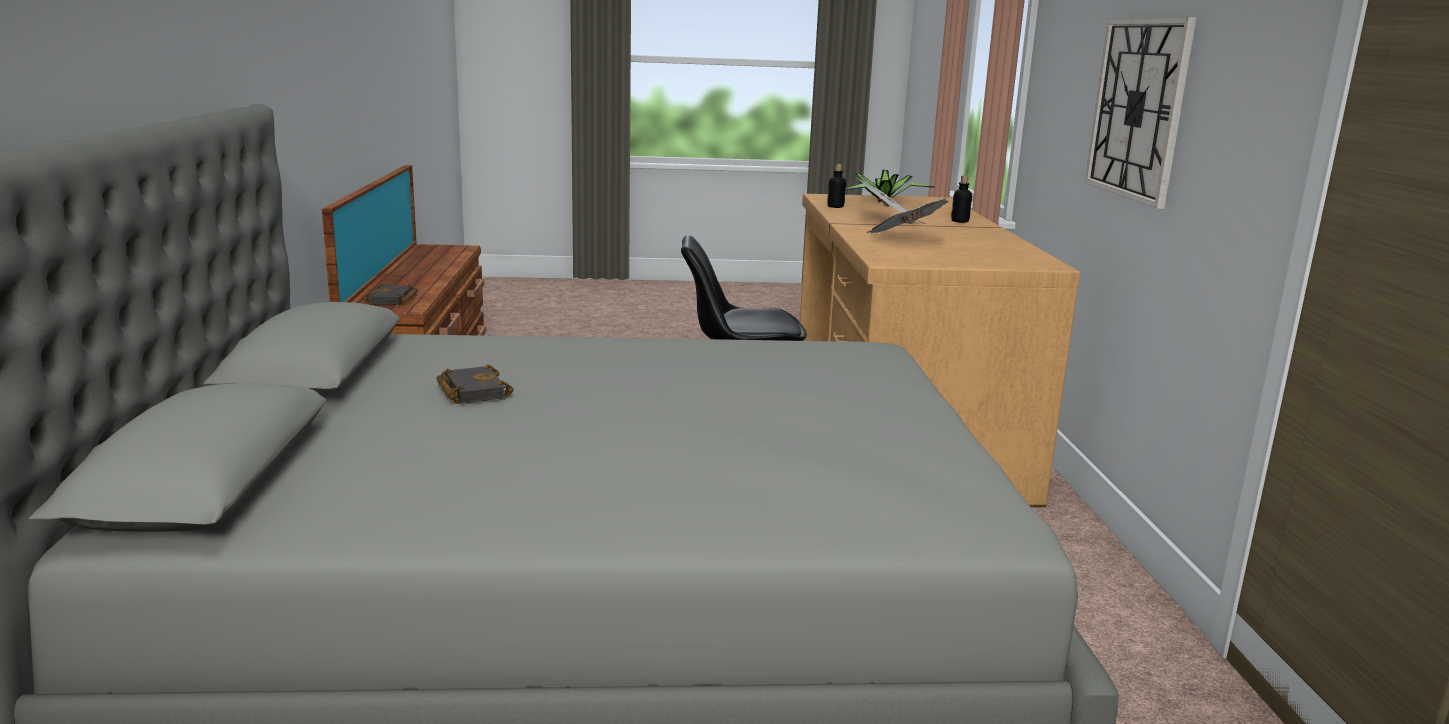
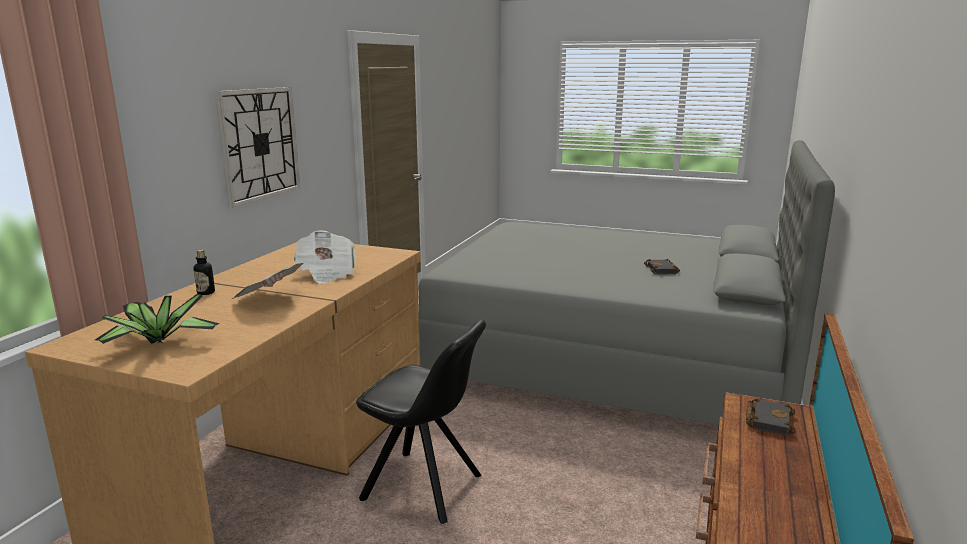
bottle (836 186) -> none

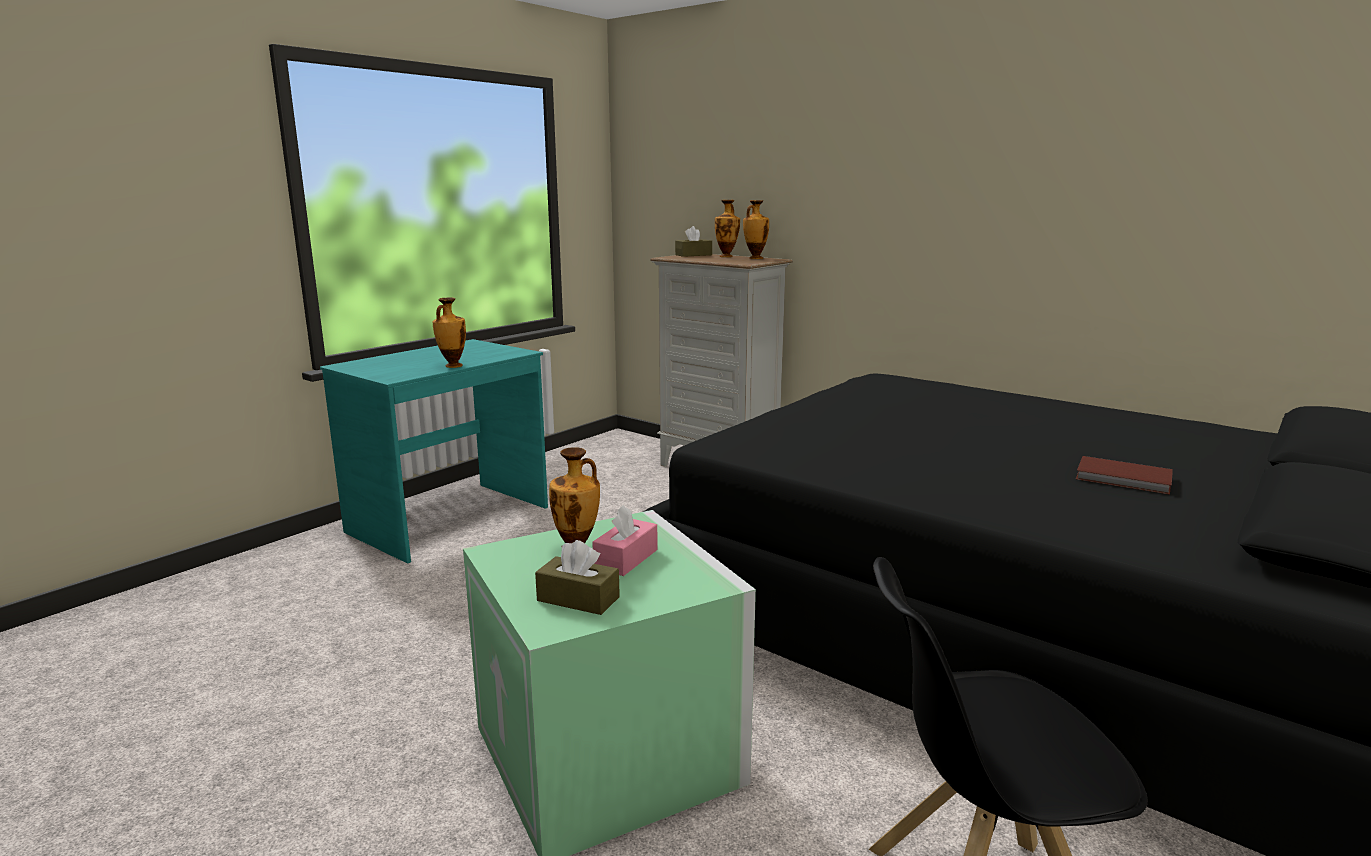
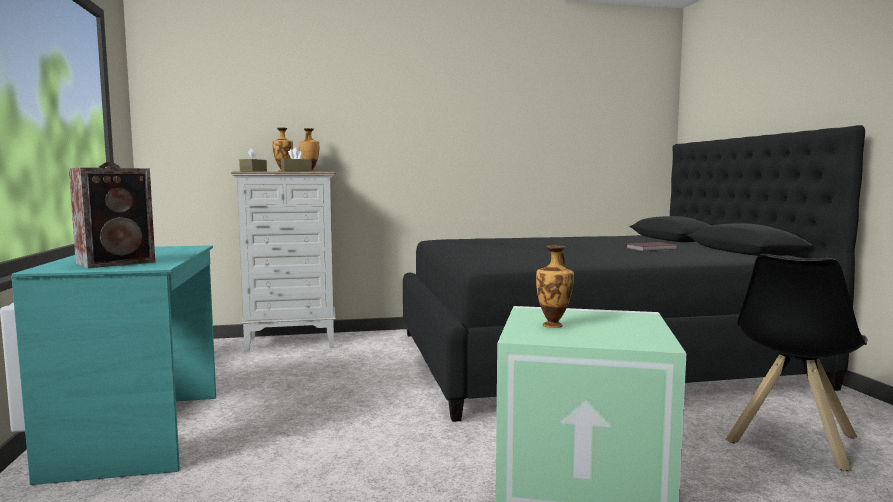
flower vase (449 333) -> none
box of tissues in brown (577 577) -> box of tissues in brown (296 159), moved
box of tissues in pink-coloured (625 540) -> none
none -> audio speaker (112 215)

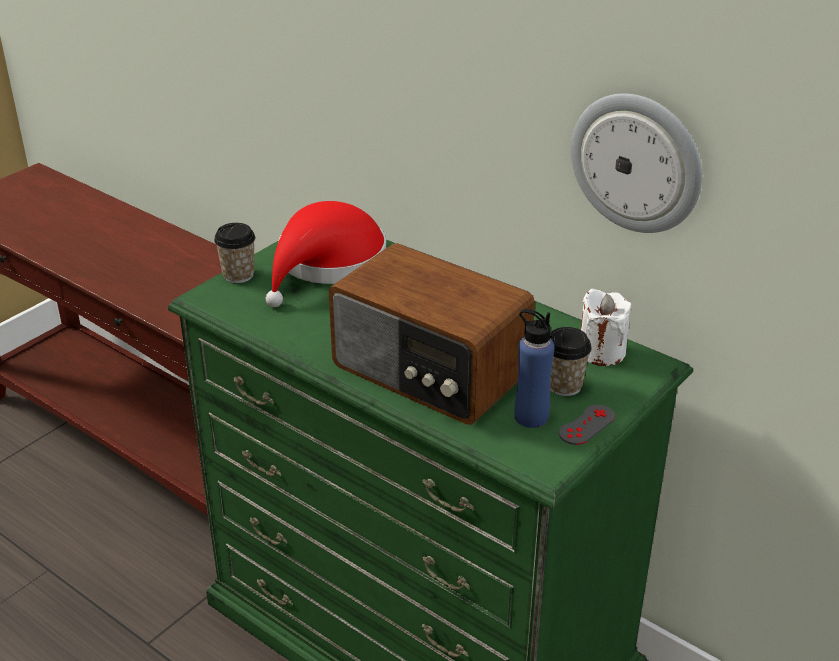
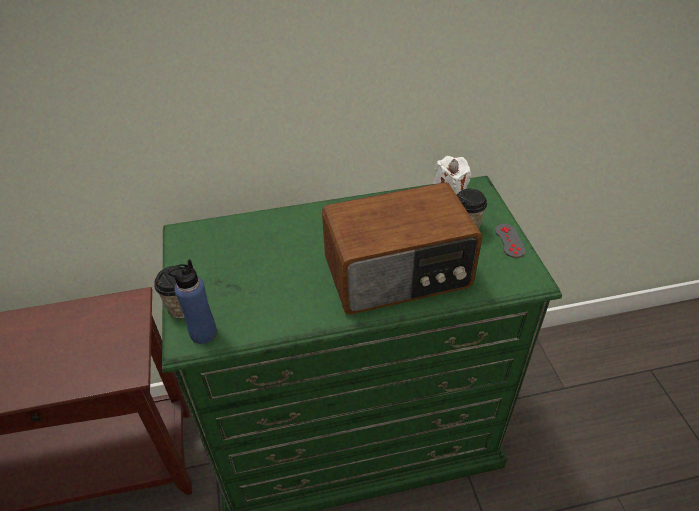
hat in red (326 254) -> none
bottle in blue (534 368) -> bottle in blue (192 301), moved
clock on the wall (636 163) -> none

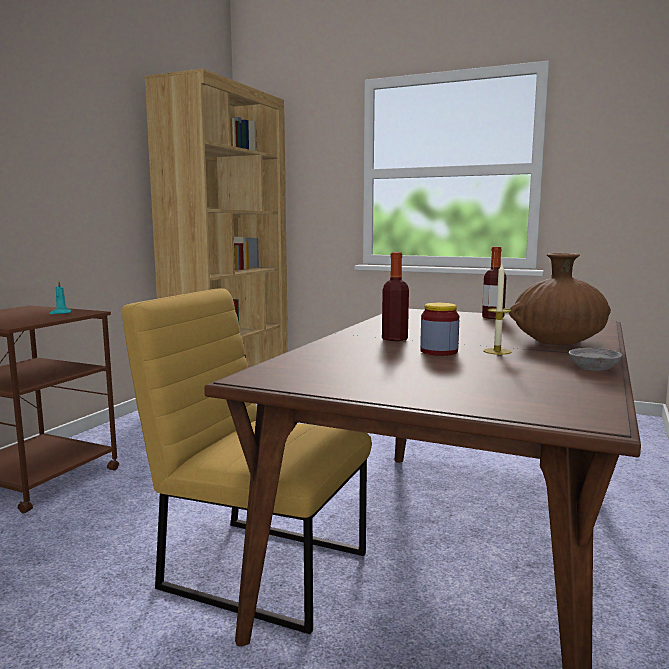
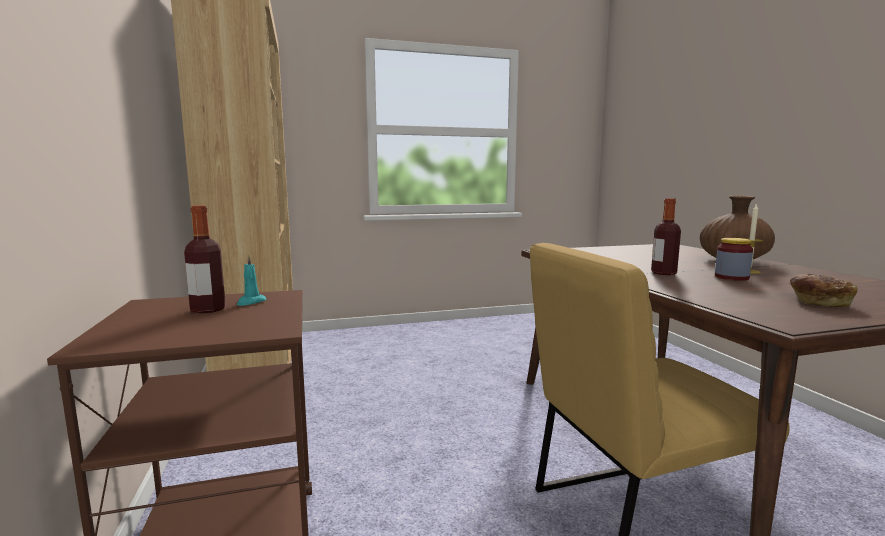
bottle (494 283) -> bottle (204 259), moved
serving bowl in grey (595 359) -> none
none -> bread (824 291)

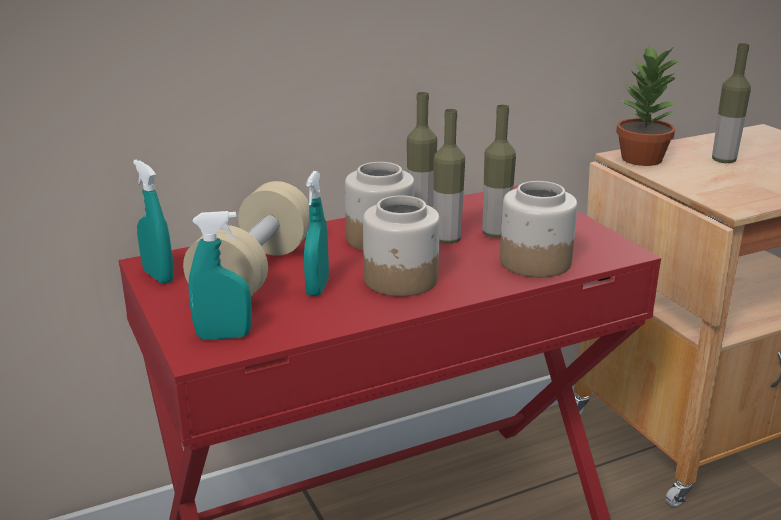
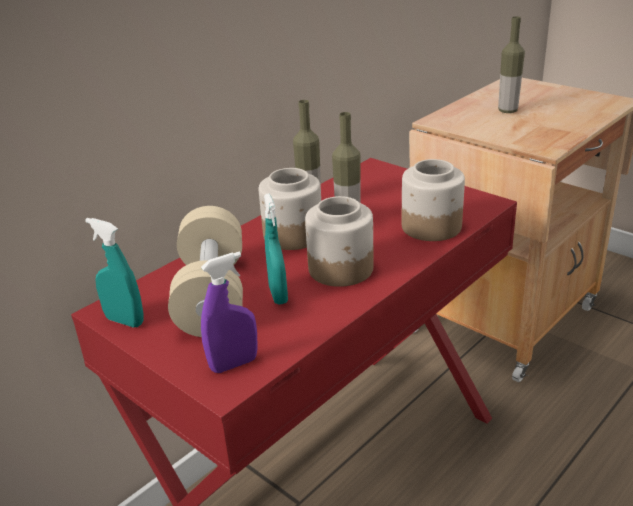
sprayer in turquoise-coloured (220 275) -> sprayer in purple (229 312)
bottle (499 171) -> none
plant in a pot (648 105) -> none

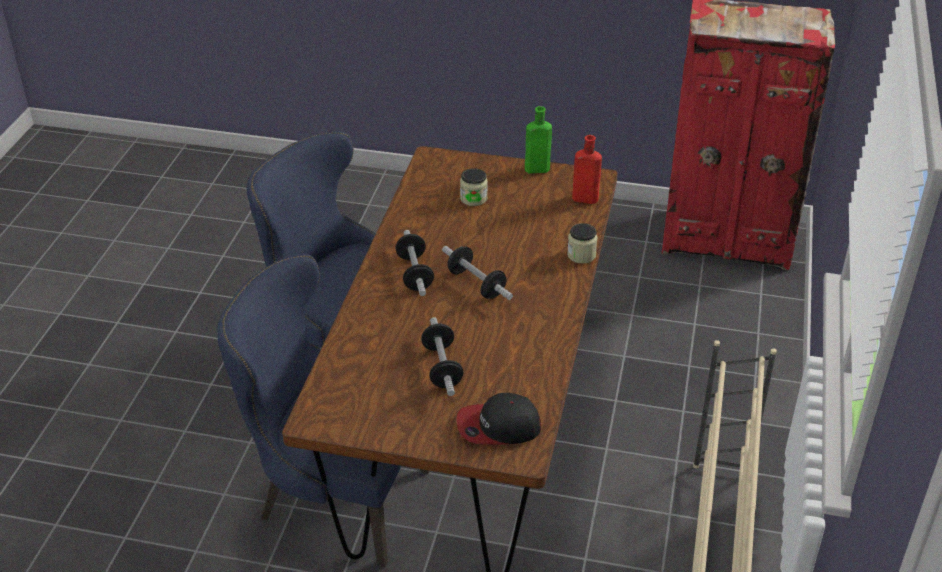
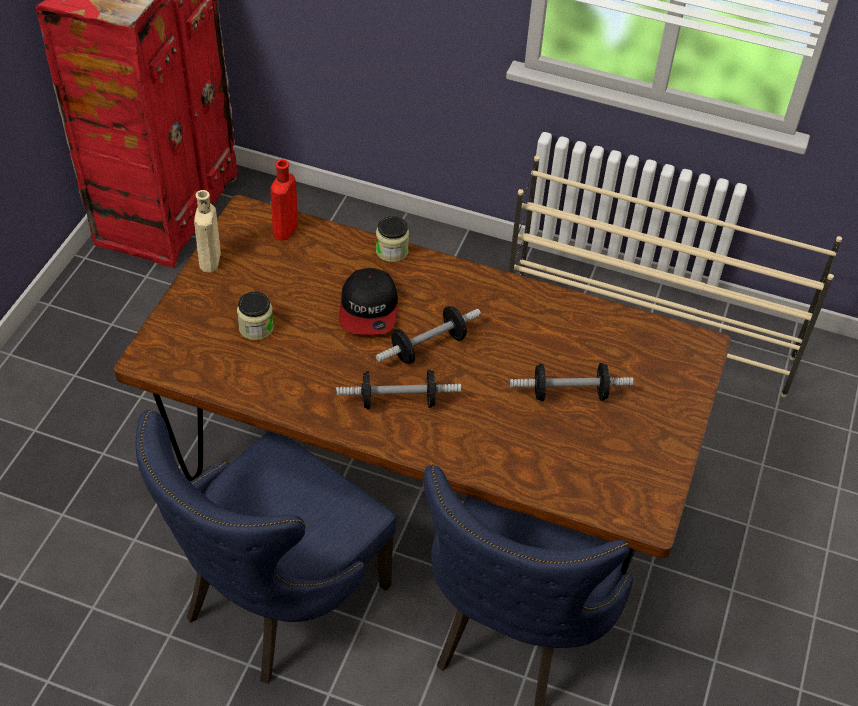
peaked cap (498 419) -> peaked cap (368 301), moved
bottle in green-coloured (538 139) -> bottle in beige (207 231)

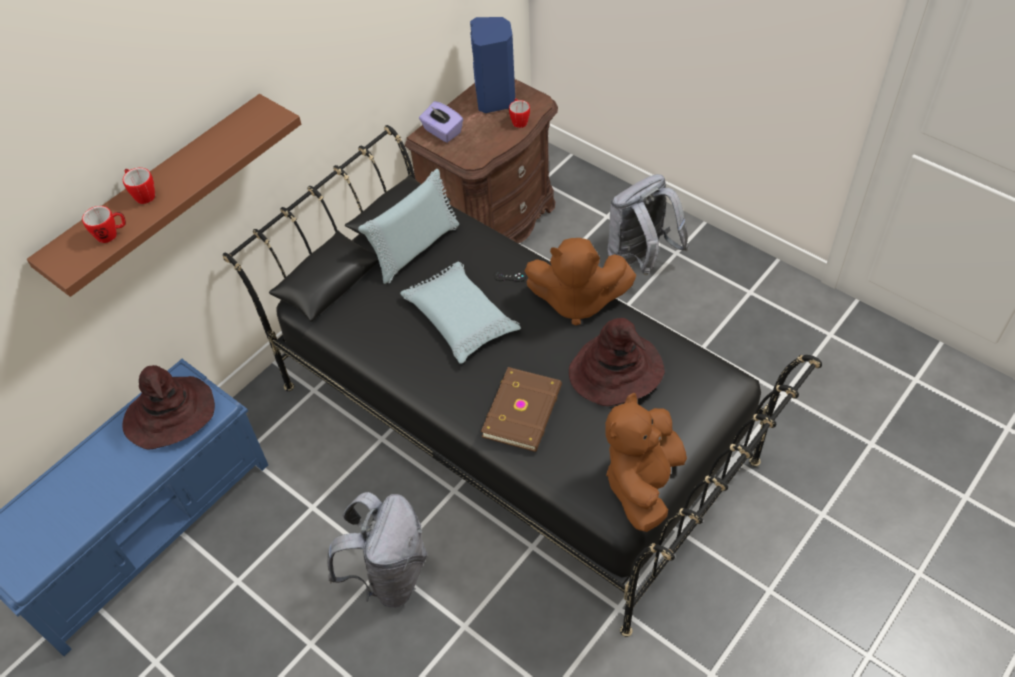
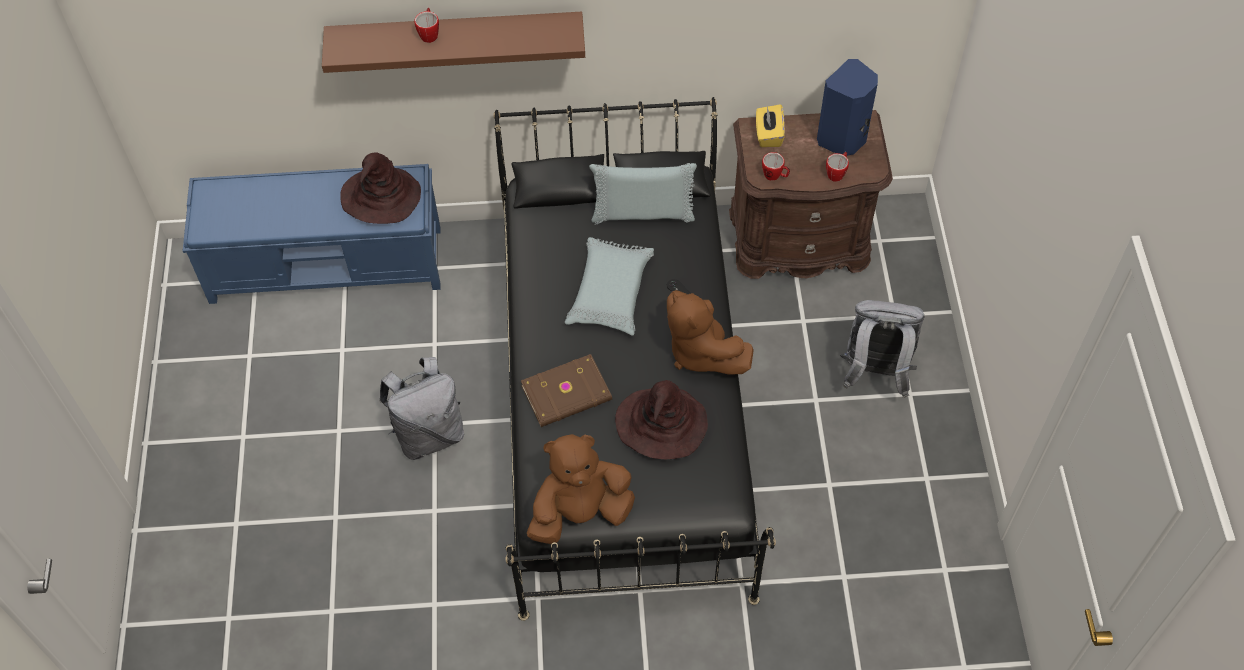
coffee mug (104 224) -> coffee mug (776 166), moved
box of tissues in purple (441 122) -> box of tissues in yellow (770 125)

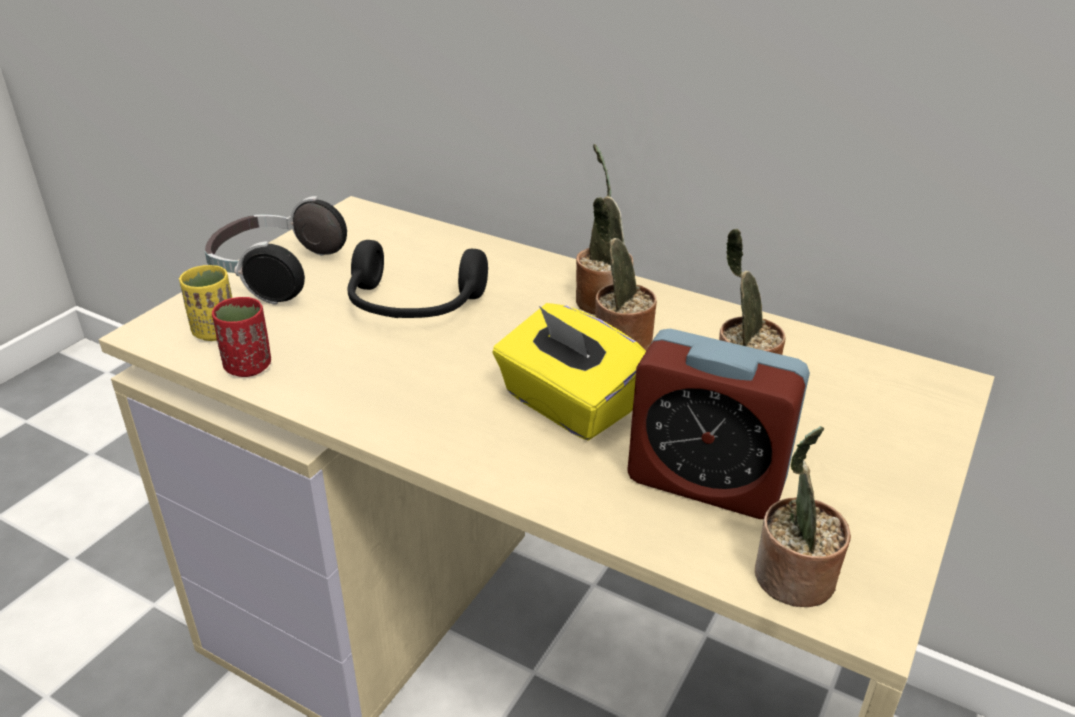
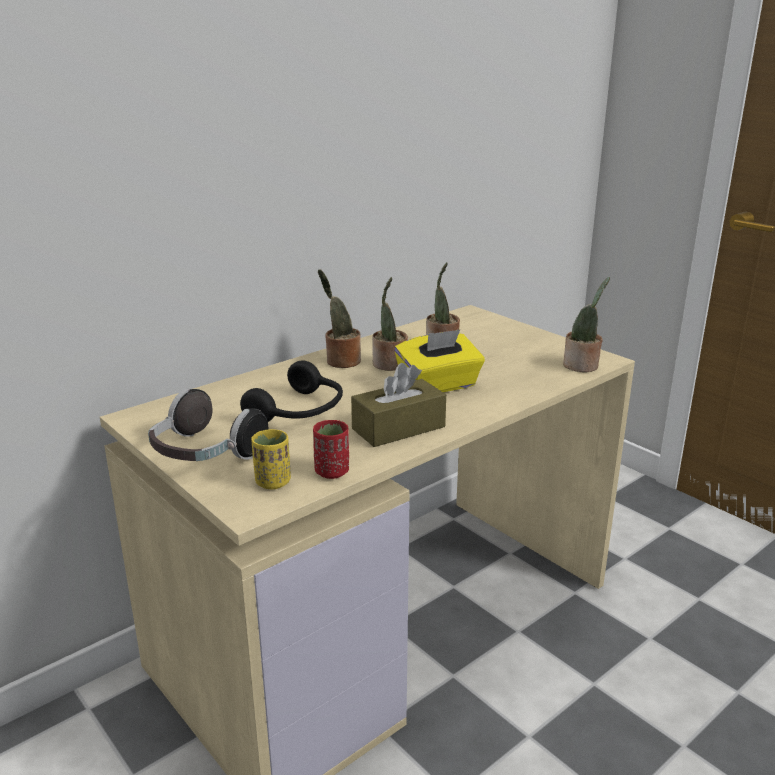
alarm clock (718 423) -> none
none -> box of tissues in brown (398 405)

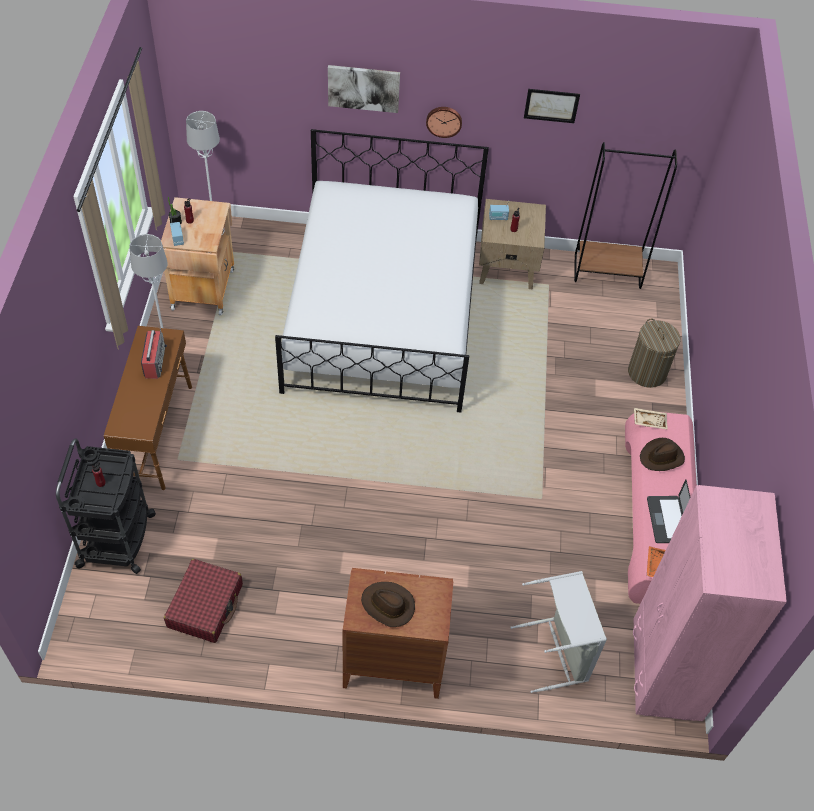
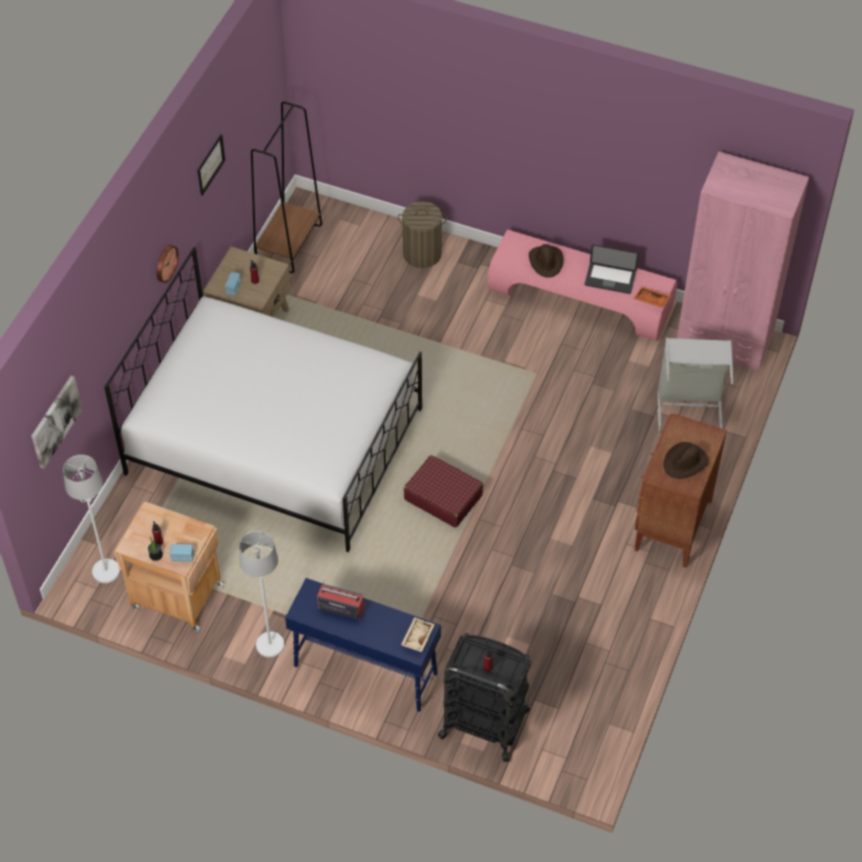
hall table in brown (148 408) -> hall table in blue (363 645)
suitcase in red (203 601) -> suitcase in red (444 491), moved
wall art (364 89) -> wall art (56 422), moved
serving tray in beige (651 419) -> serving tray in beige (418 634), moved

